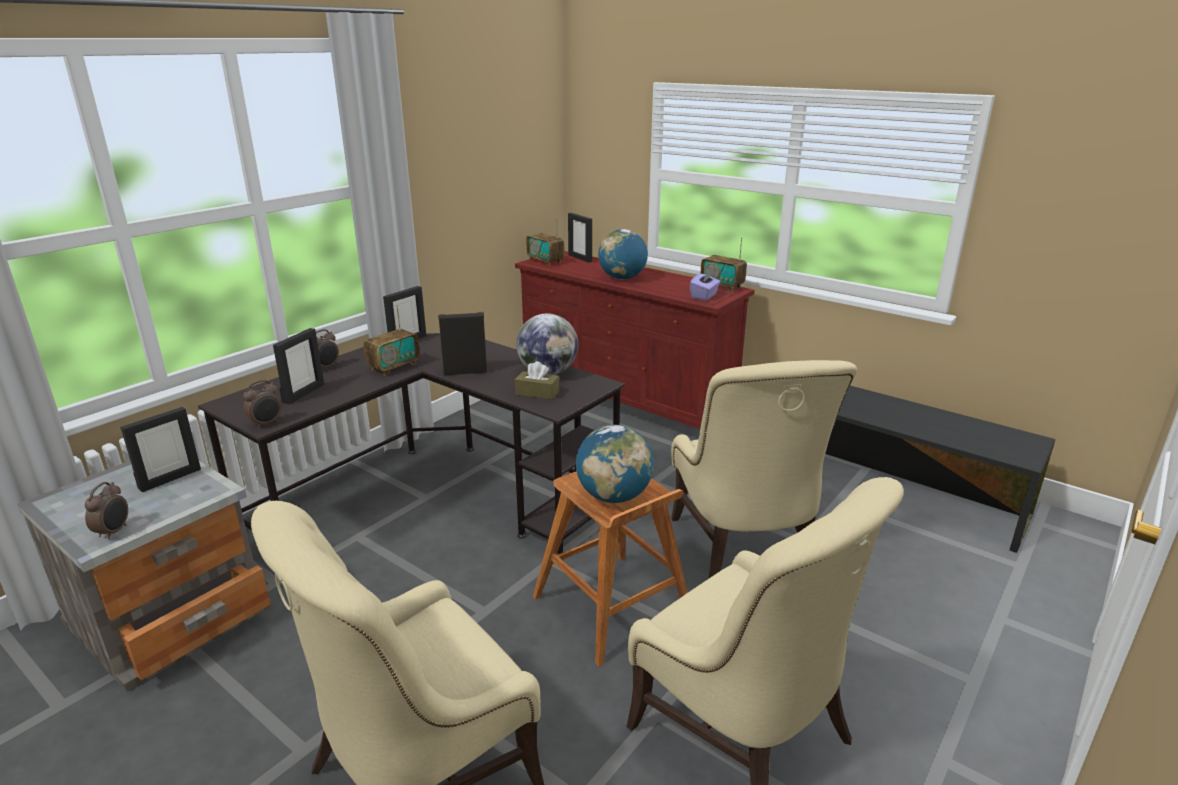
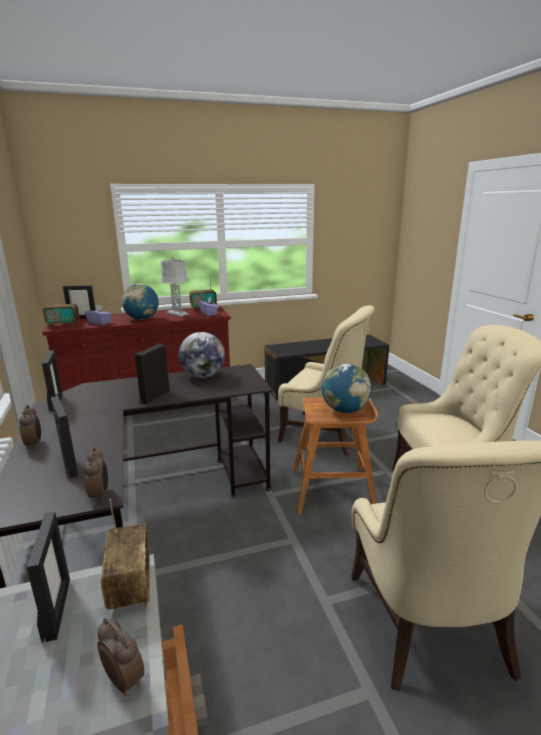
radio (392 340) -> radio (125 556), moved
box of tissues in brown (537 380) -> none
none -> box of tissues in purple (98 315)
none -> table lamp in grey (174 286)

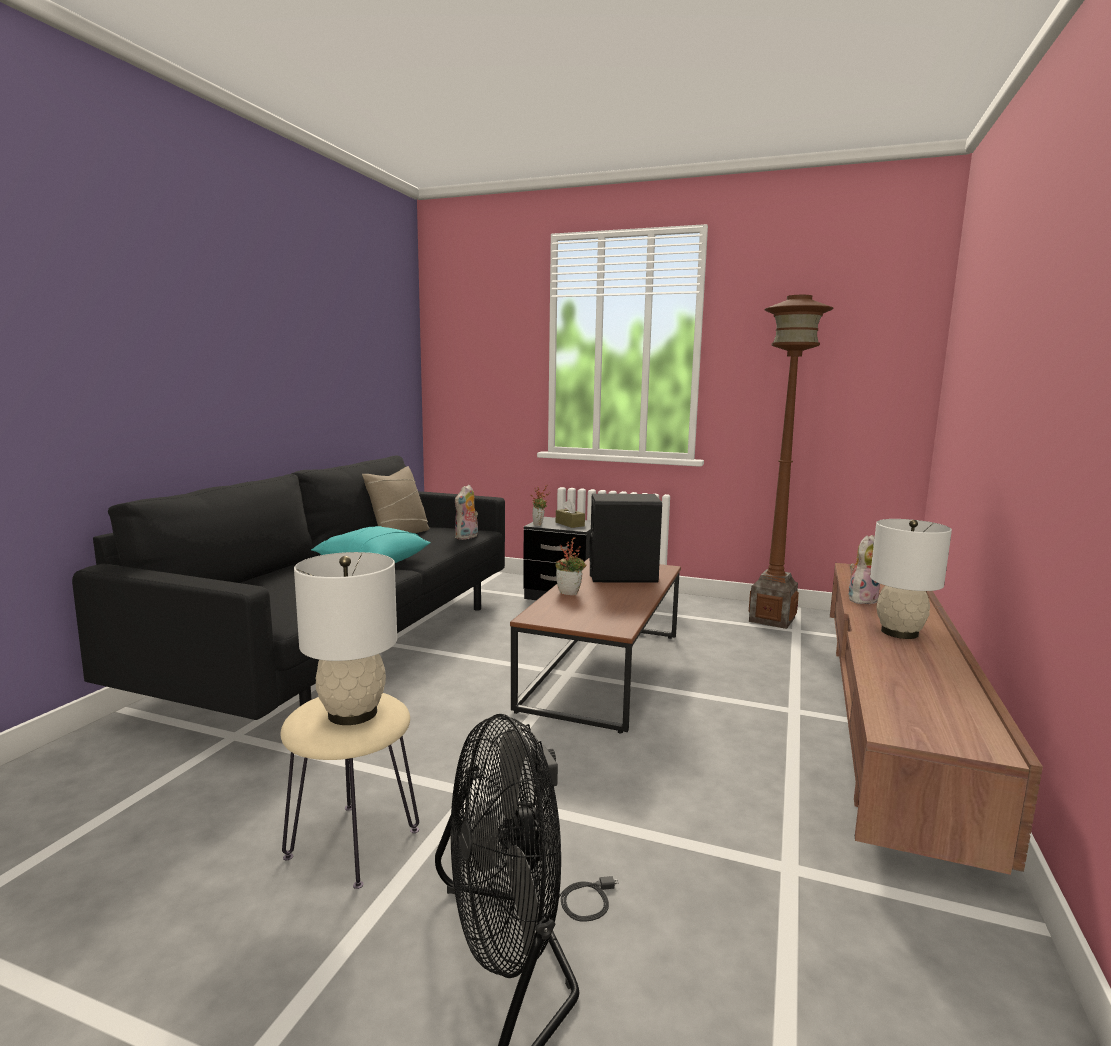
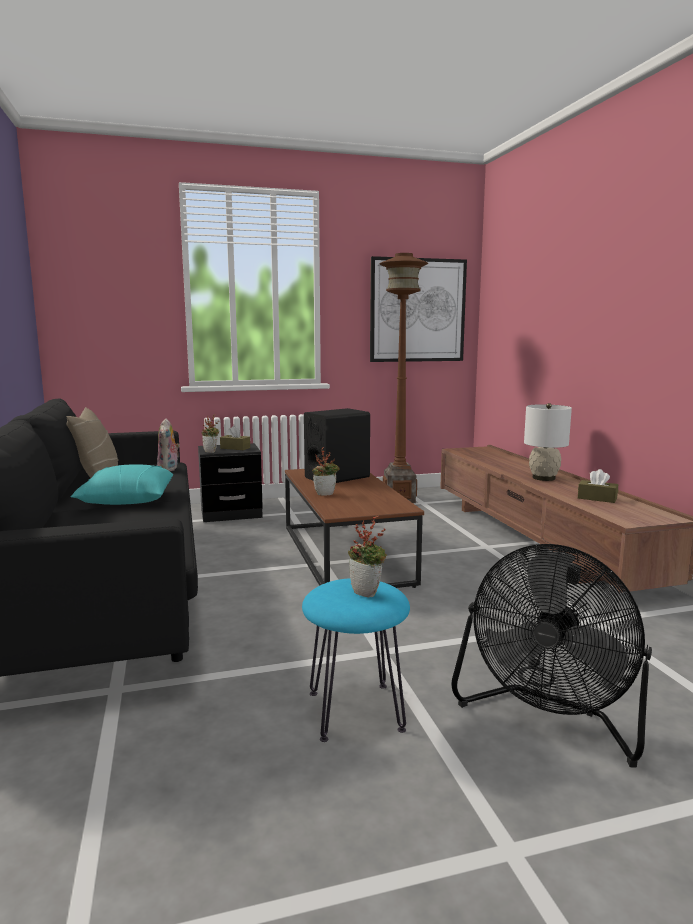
stool in beige (349 791) -> stool in turquoise-coloured (356 660)
table lamp in white-coloured (345 638) -> plant in a pot (367 556)
plush toy (864 569) -> none
none -> wall art (418 309)
none -> box of tissues in brown (598 486)

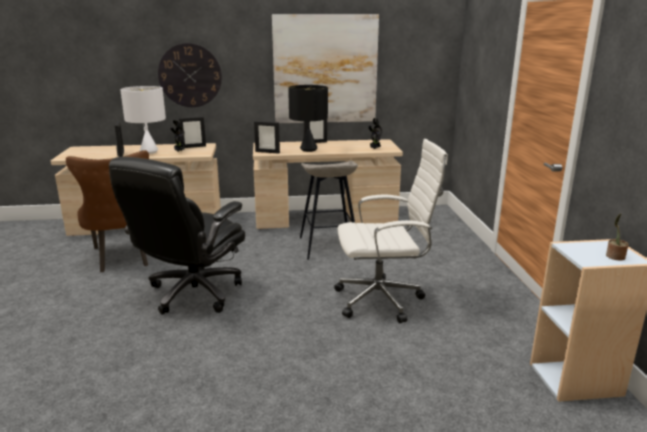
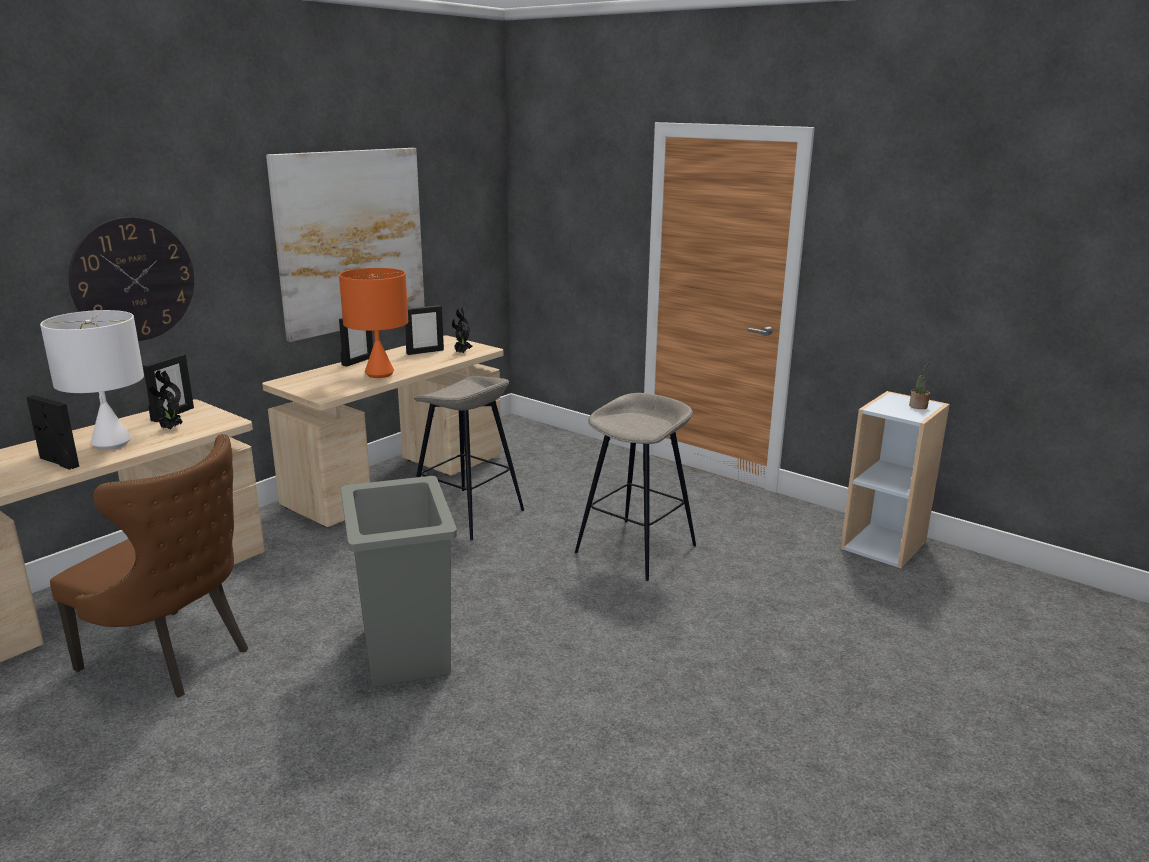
office chair in blackish (177 236) -> waste bin in grey (399 582)
picture frame (267 137) -> picture frame (424 330), moved
table lamp in blackish (308 118) -> table lamp in orangey (373 323)
office chair in white-coloured (391 231) -> stool in grey (635 487)

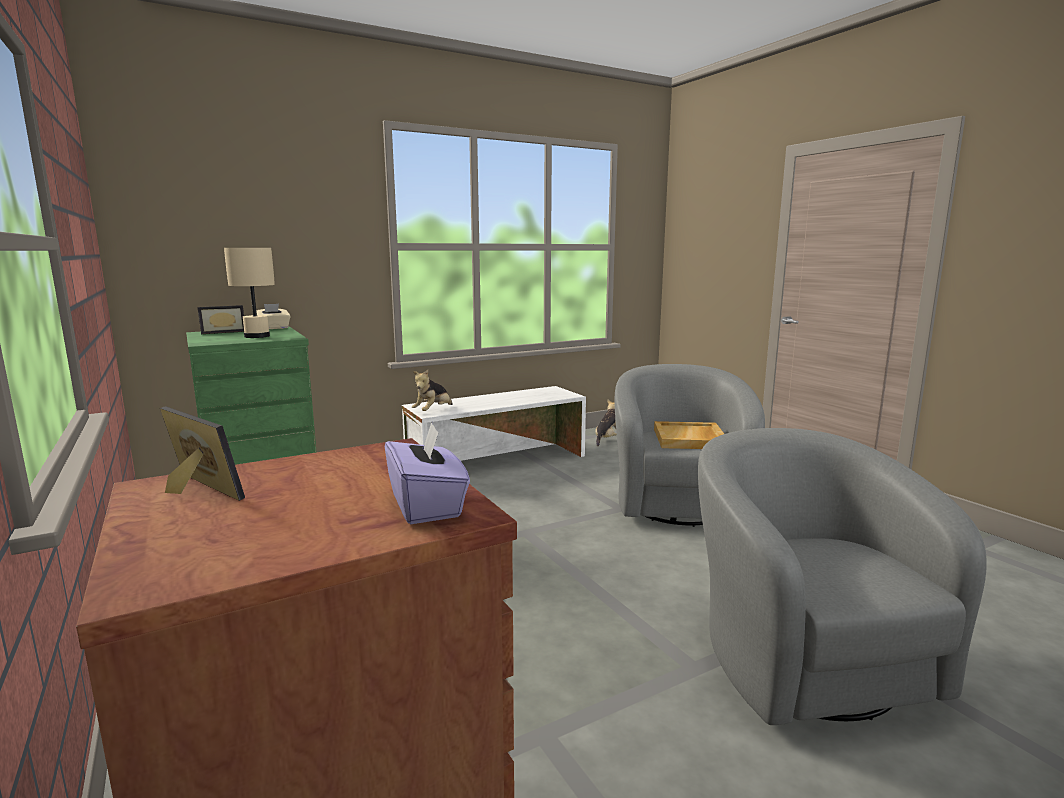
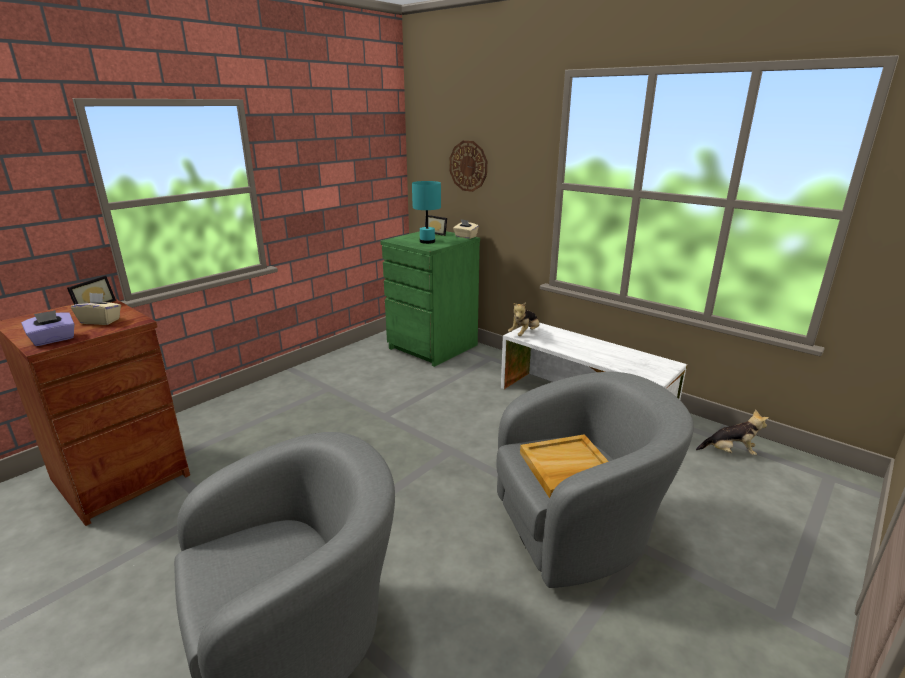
table lamp in beige (249 293) -> table lamp in turquoise-coloured (426 212)
plush toy (432 390) -> plush toy (523 319), 60 degrees counterclockwise
none -> box of tissues in beige (96 309)
none -> clock on the wall (468 166)

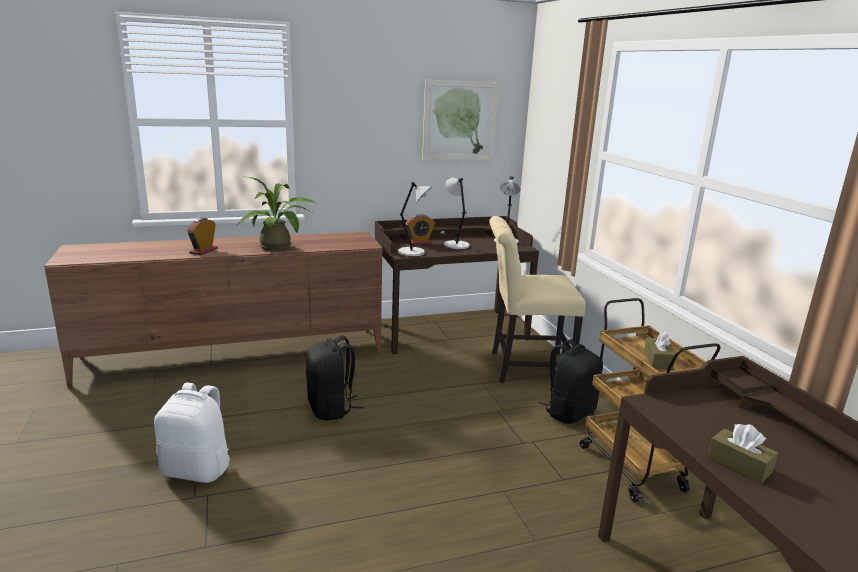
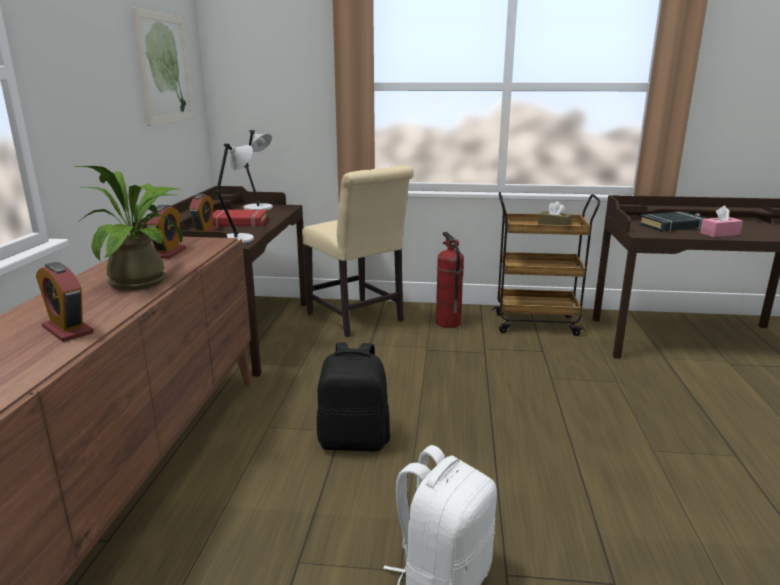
table lamp in grey (457 213) -> volume in red (240 218)
upright chair in beige (537 299) -> upright chair in beige (358 251), 60 degrees counterclockwise
knapsack in blackish (570 381) -> fire-fighting cylinder (450 280)
box of tissues in brown (743 453) -> box of tissues in pink-coloured (721 221)
none -> alarm clock (166 232)
none -> volume in blackish (673 221)

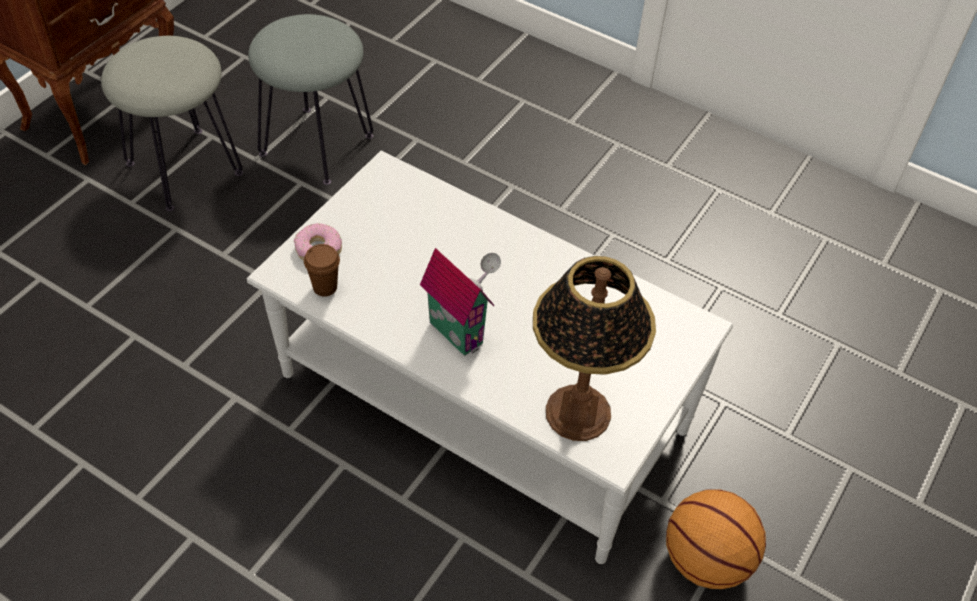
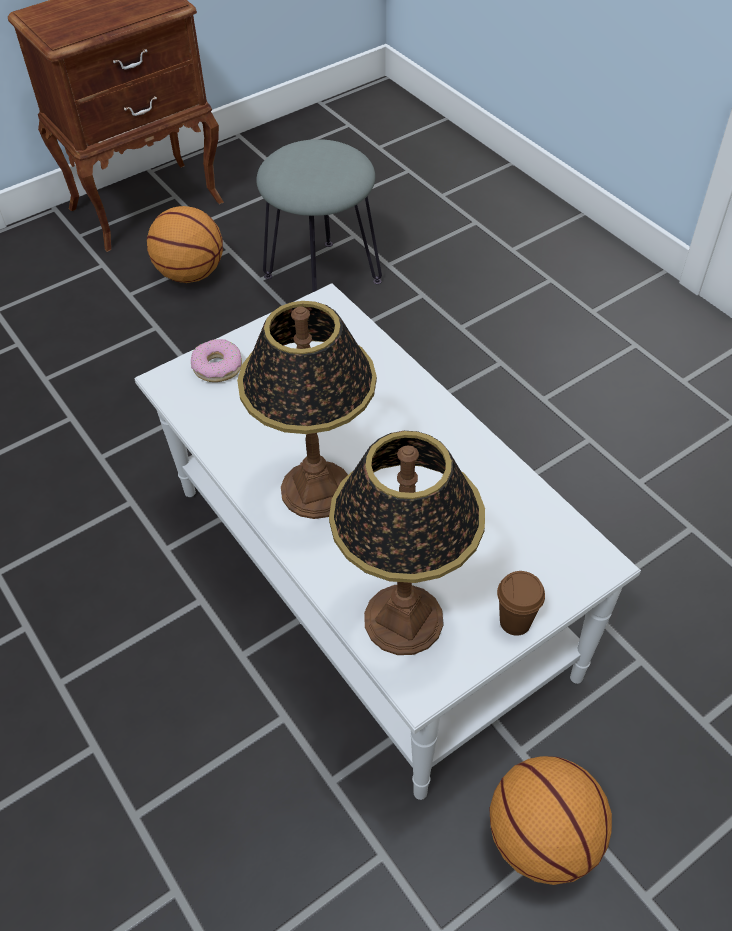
stool in grey (172 123) -> basketball ball (185 244)
drinking cup in brown (322 270) -> drinking cup in brown (521 603), moved
model house (460 302) -> table lamp (307 410)

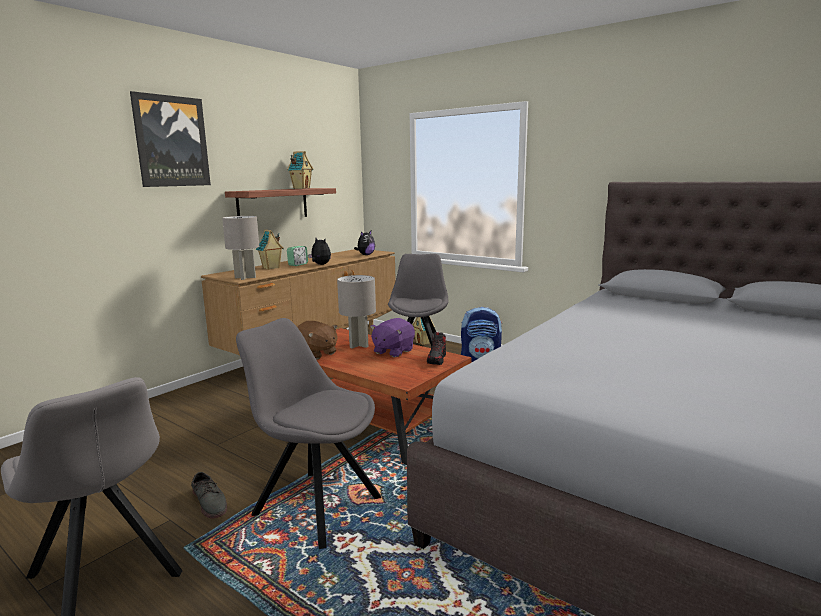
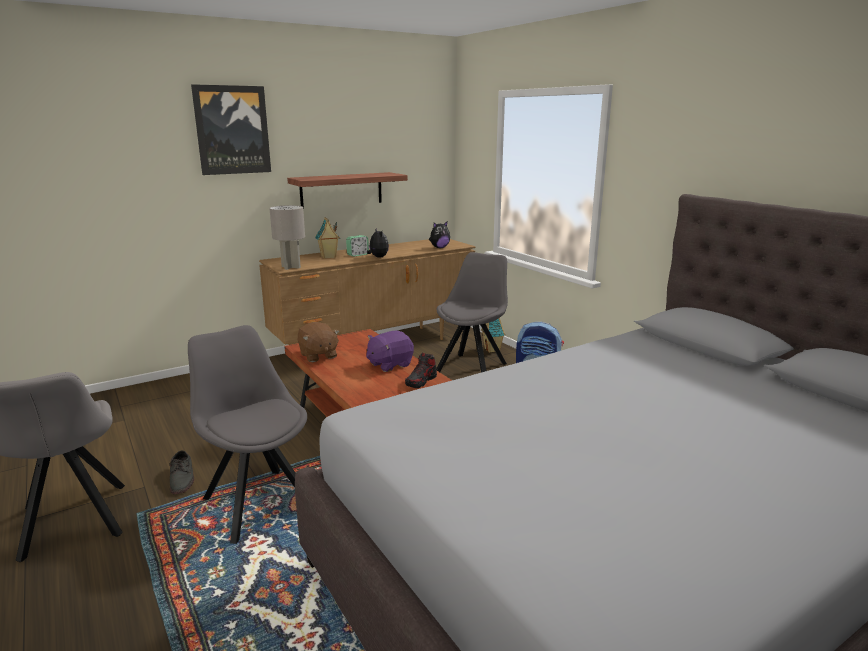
model house (300 170) -> none
table lamp in grey (356 312) -> none

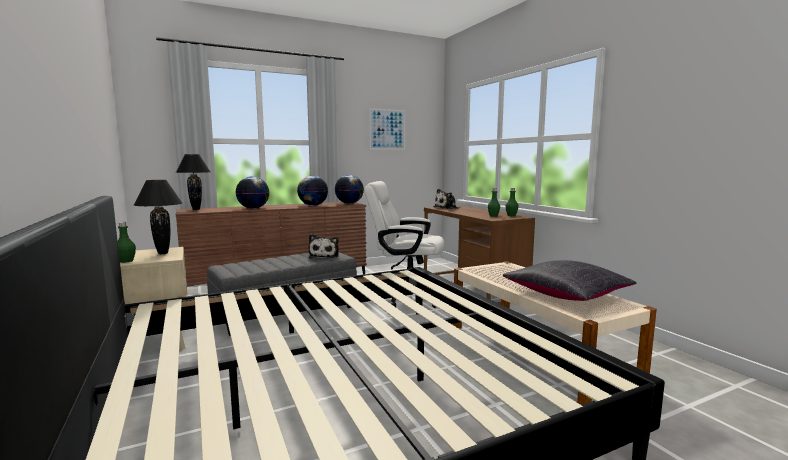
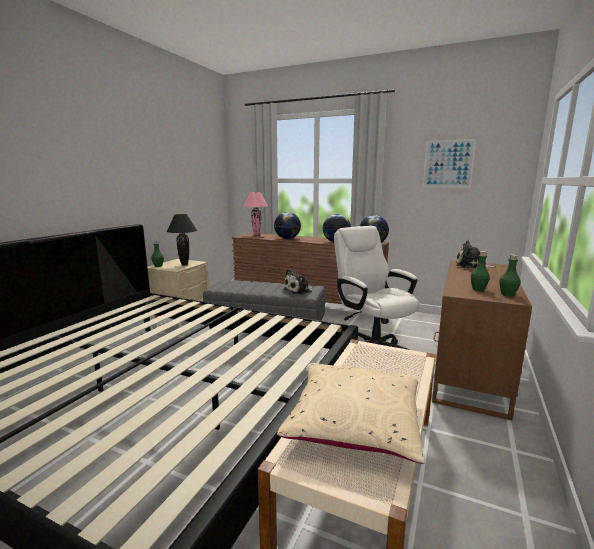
table lamp in blackish (193 182) -> table lamp in pink-coloured (256 213)
pillow in blackish (570 280) -> pillow in beige (350 413)

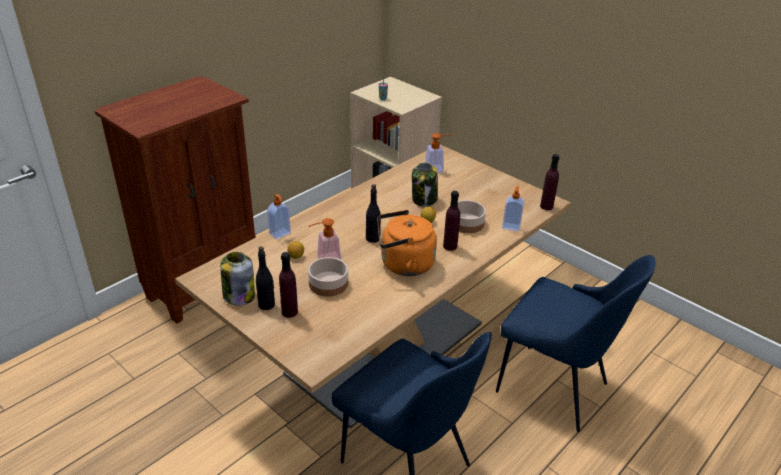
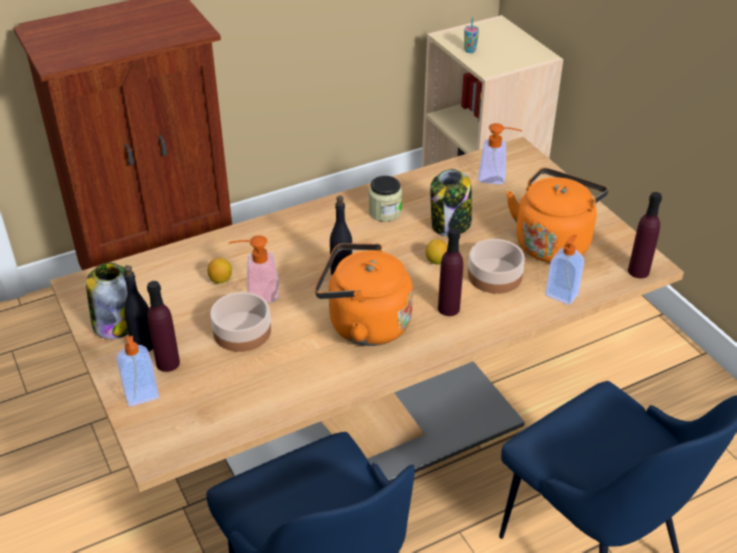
soap bottle (279 217) -> soap bottle (137 371), moved
none -> preserve jar (385 199)
none -> kettle in orangey (557 215)

